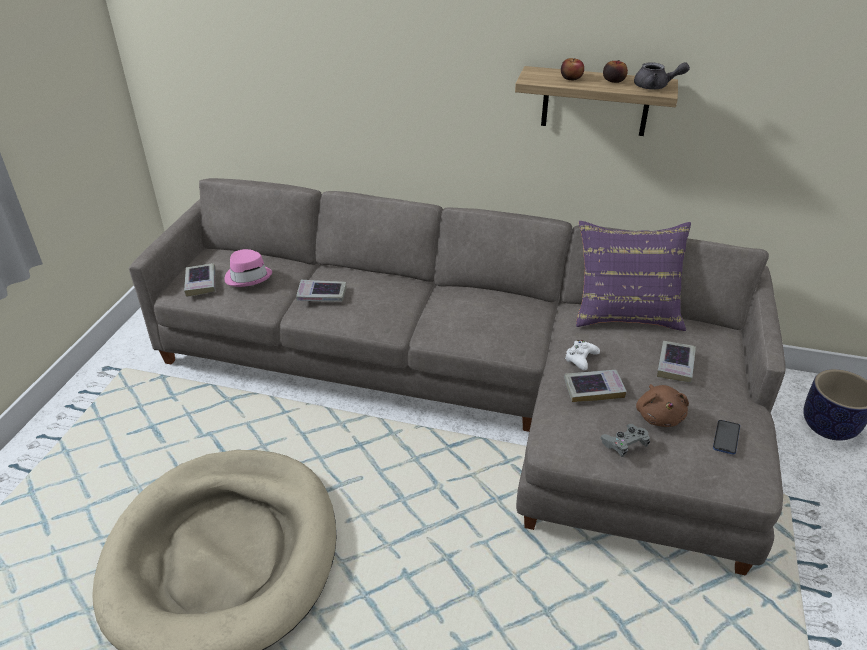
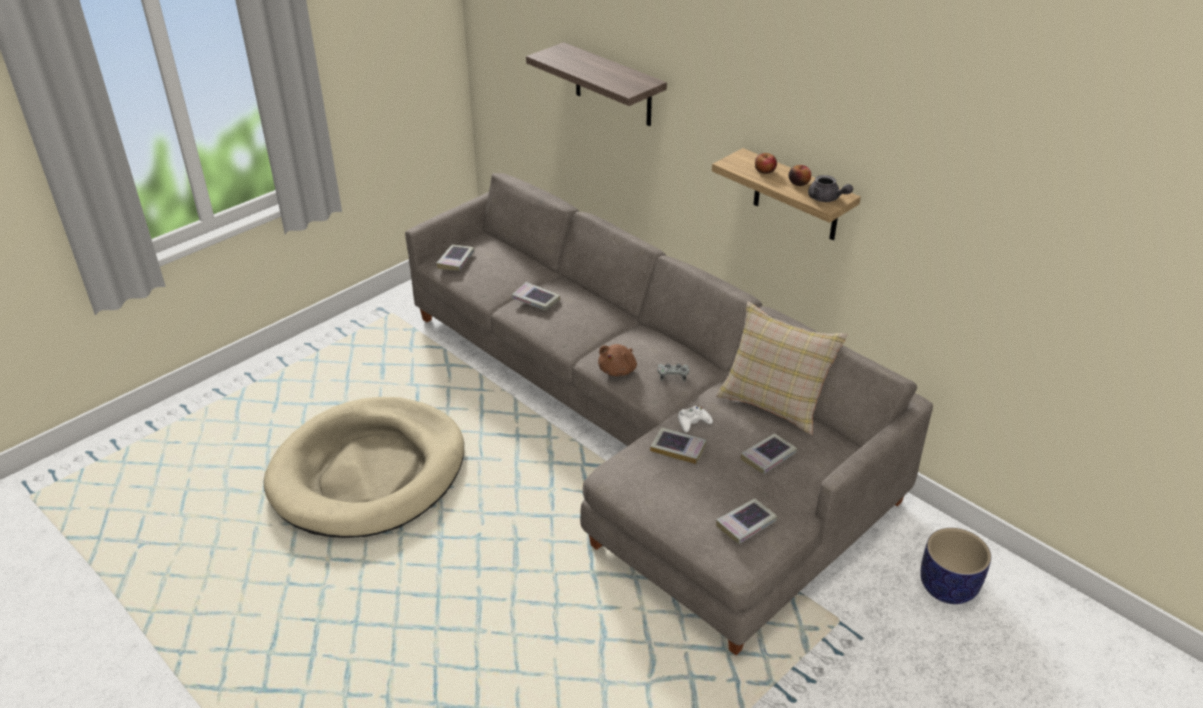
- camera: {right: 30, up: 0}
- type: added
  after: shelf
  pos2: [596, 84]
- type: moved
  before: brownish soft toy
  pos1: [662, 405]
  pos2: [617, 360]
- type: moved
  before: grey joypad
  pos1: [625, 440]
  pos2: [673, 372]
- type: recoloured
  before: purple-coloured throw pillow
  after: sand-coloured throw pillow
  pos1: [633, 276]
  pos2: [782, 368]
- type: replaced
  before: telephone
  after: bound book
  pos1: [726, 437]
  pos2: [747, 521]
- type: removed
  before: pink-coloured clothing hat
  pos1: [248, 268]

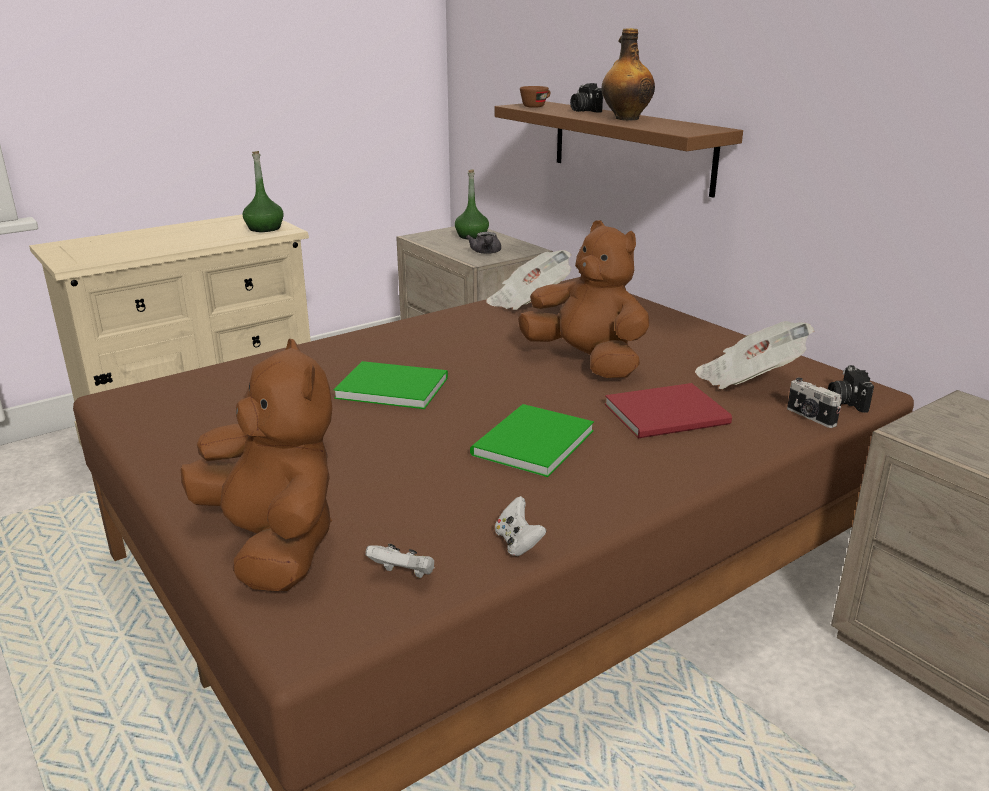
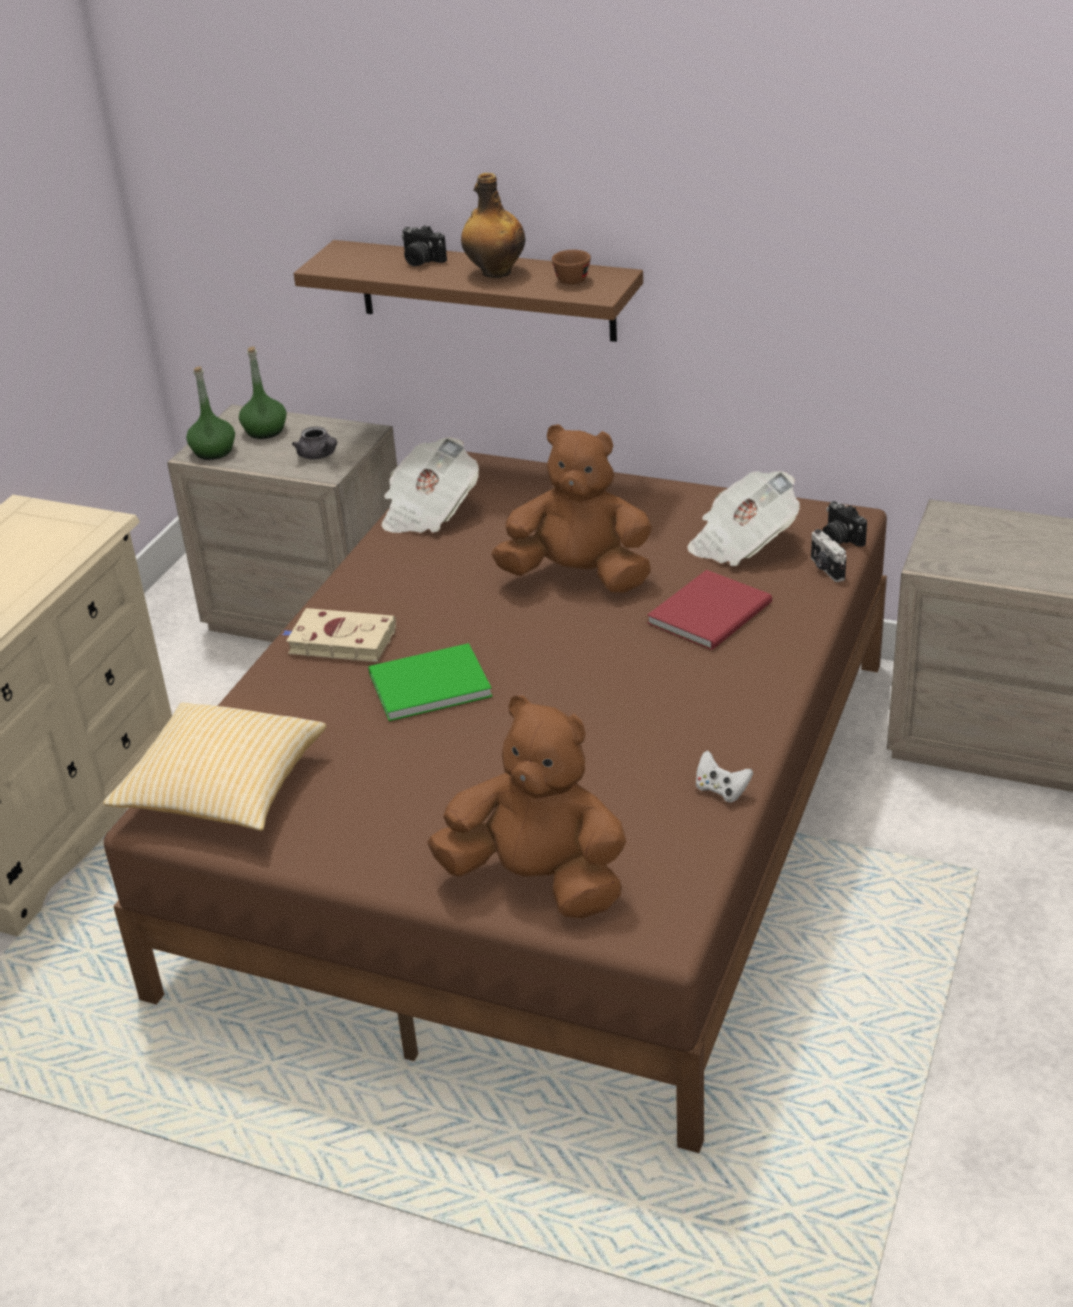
- camera: {right: -30, up: 10}
- type: added
  after: throw pillow
  pos2: [214, 766]
- type: moved
  before: green bottle
  pos1: [263, 191]
  pos2: [210, 413]
- type: added
  after: sand-coloured bound book
  pos2: [339, 635]
- type: moved
  before: brownish drinking cup
  pos1: [535, 97]
  pos2: [571, 267]
- type: turned
  before: photo camera
  pos1: [814, 403]
  pos2: [828, 555]
  turn: 45
- type: removed
  before: whitish joypad
  pos1: [400, 561]
- type: removed
  before: green bound book
  pos1: [532, 440]

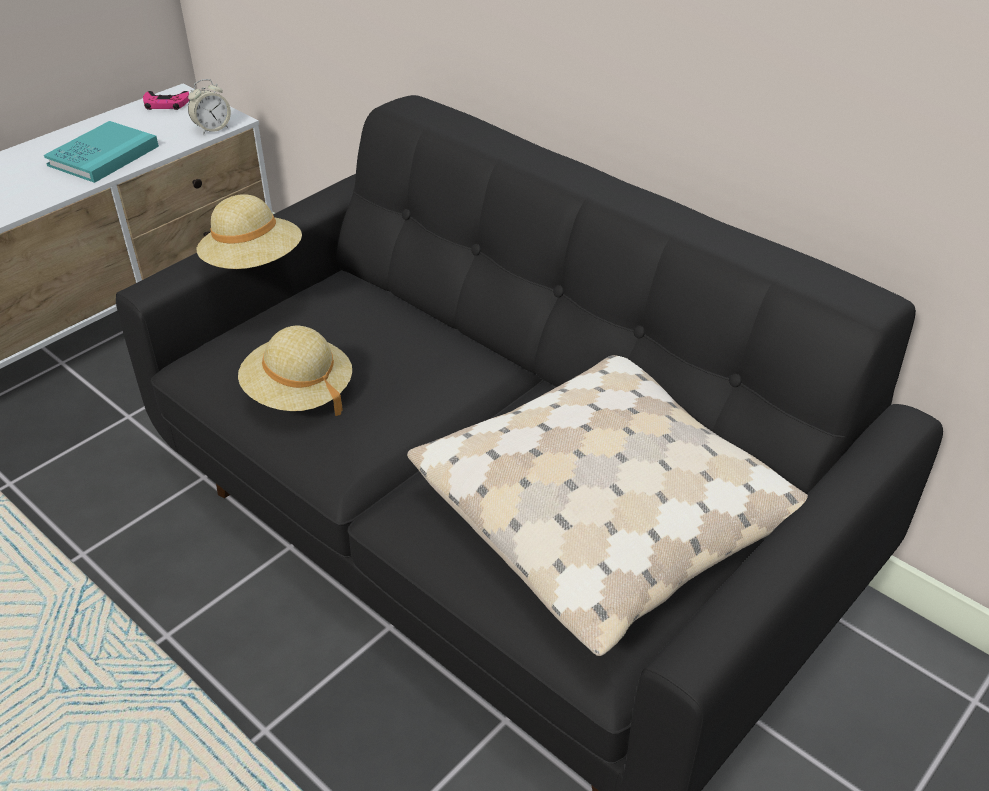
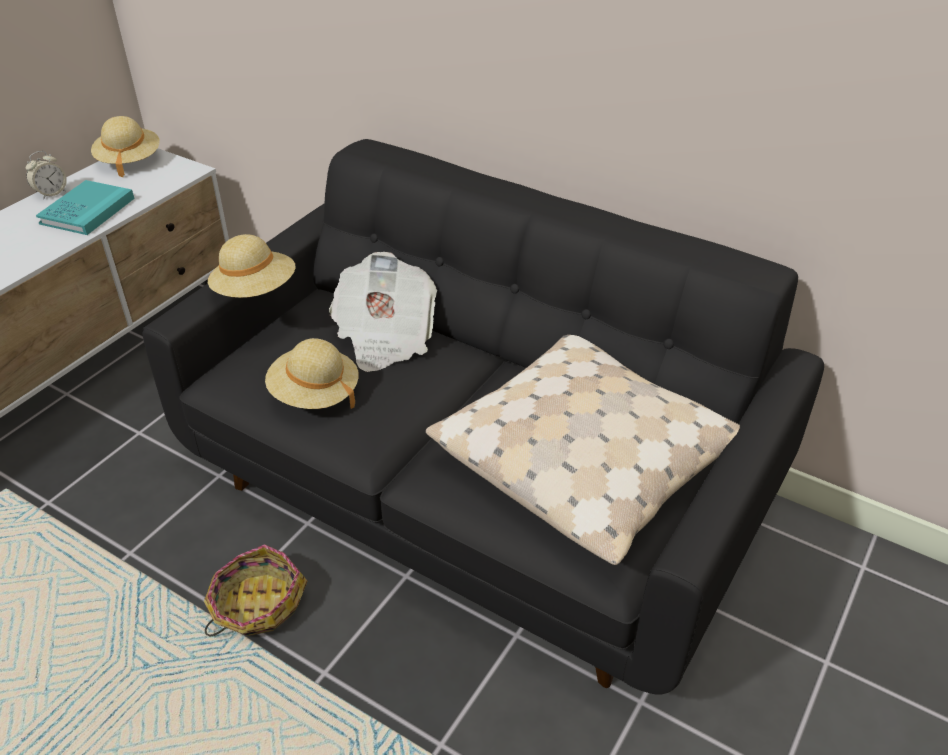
- camera: {right: -10, up: 0}
- type: moved
  before: alarm clock
  pos1: [209, 107]
  pos2: [46, 175]
- type: replaced
  before: pink-coloured joypad
  after: sand-coloured clothing hat
  pos1: [166, 100]
  pos2: [125, 146]
- type: added
  after: household basket
  pos2: [256, 590]
- type: added
  after: printed paper
  pos2: [383, 312]

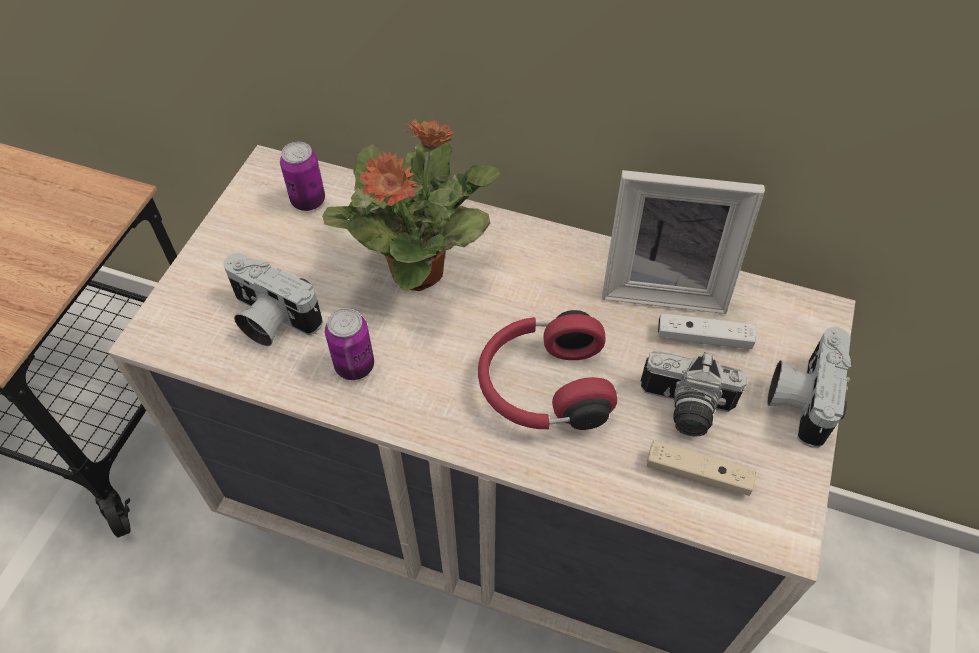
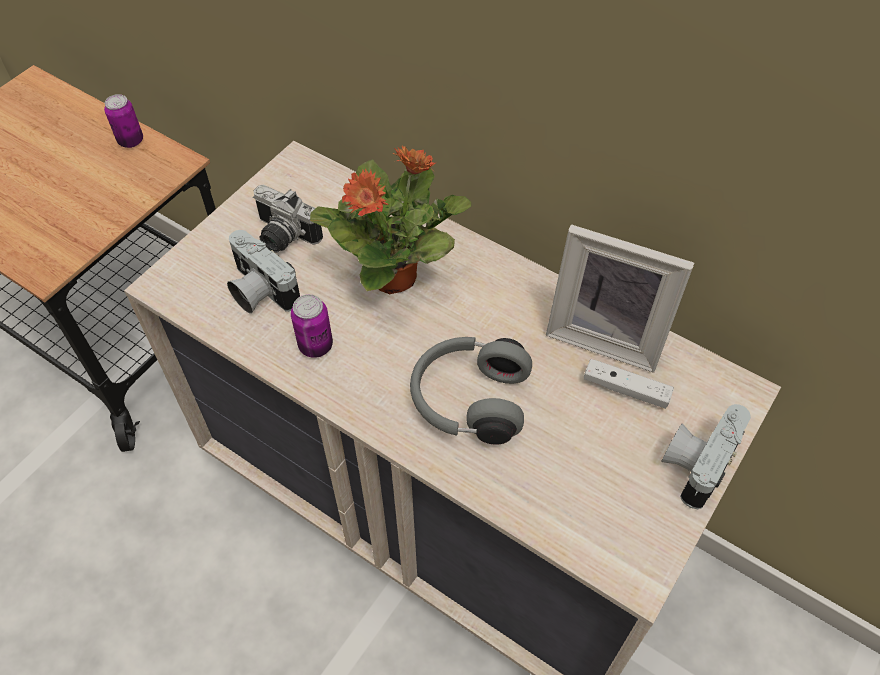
- camera: {right: 15, up: 0}
- type: moved
  before: sealed can
  pos1: [302, 176]
  pos2: [123, 121]
- type: moved
  before: photo camera
  pos1: [694, 393]
  pos2: [288, 219]
- type: recoloured
  before: red pair of headphones
  after: grey pair of headphones
  pos1: [547, 370]
  pos2: [471, 391]
- type: removed
  before: sand-coloured joypad
  pos1: [701, 468]

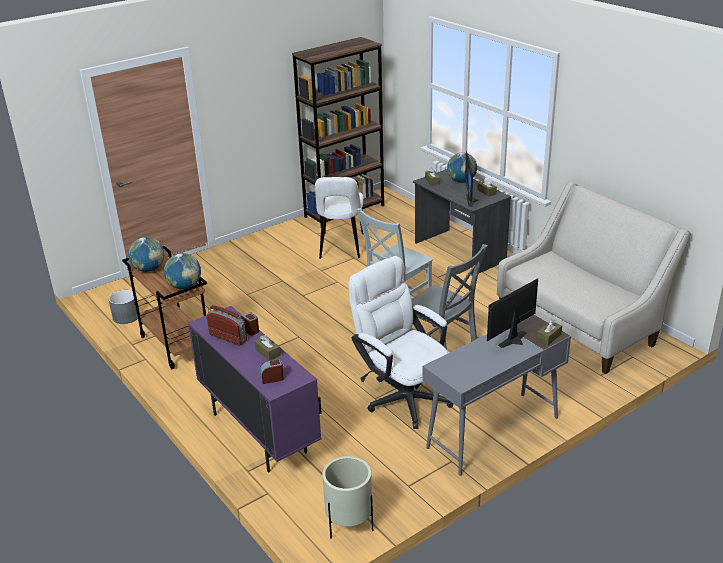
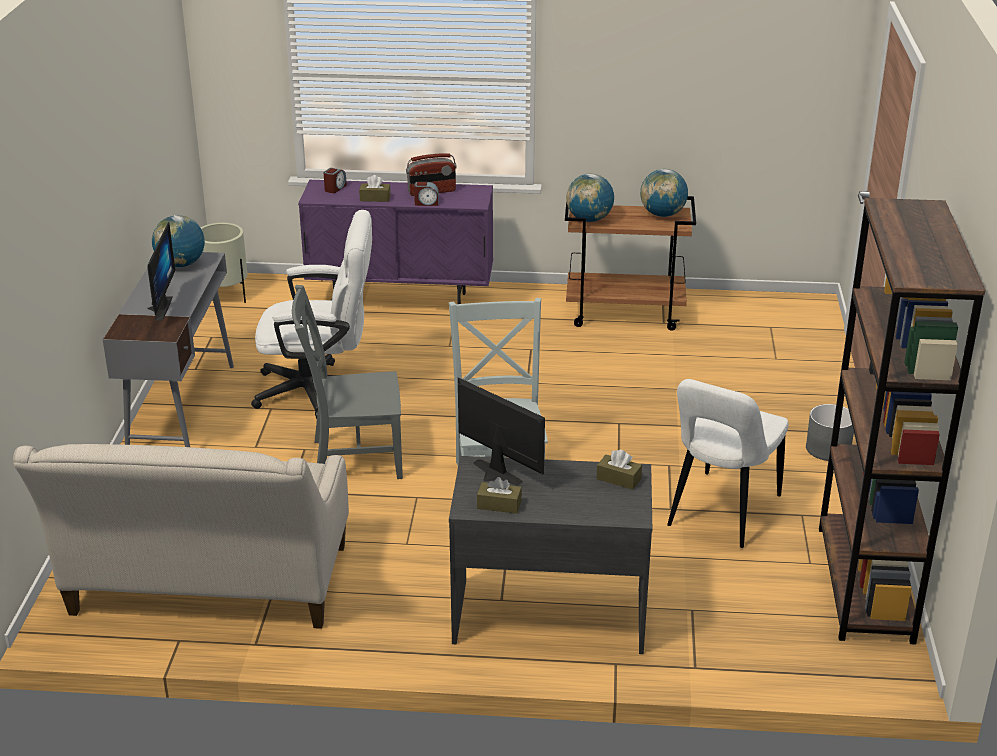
- camera: {right: 130, up: 0}
- type: moved
  before: world globe
  pos1: [462, 168]
  pos2: [178, 241]
- type: turned
  before: whitish plain chair
  pos1: [339, 218]
  pos2: [728, 463]
  turn: -105
- type: moved
  before: grey plant pot
  pos1: [124, 307]
  pos2: [830, 432]
- type: removed
  before: brownish tissue holder
  pos1: [549, 332]

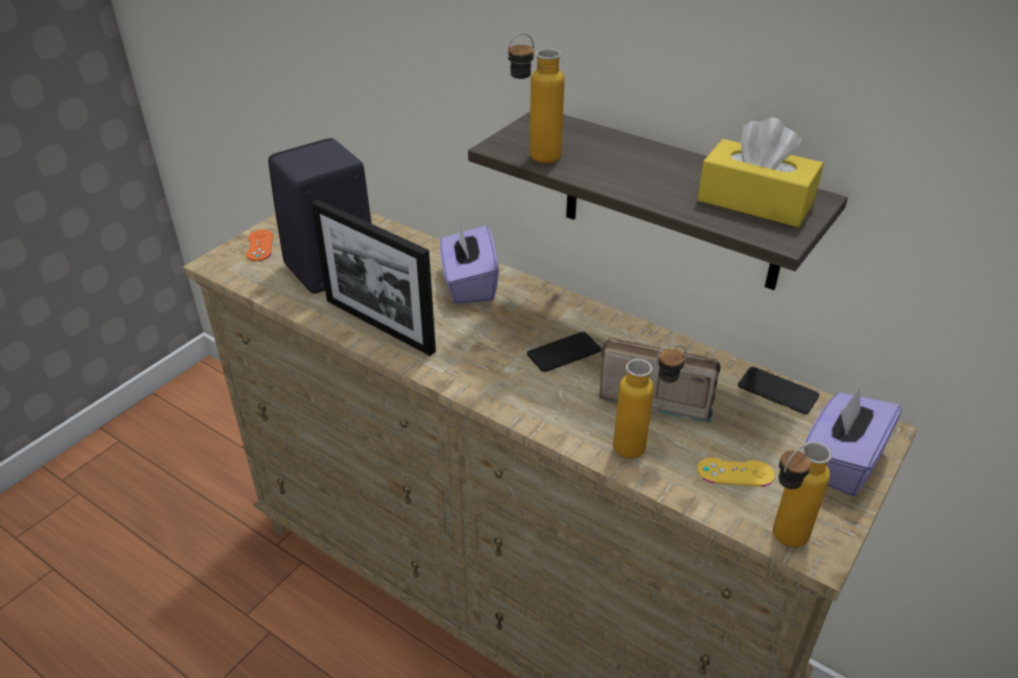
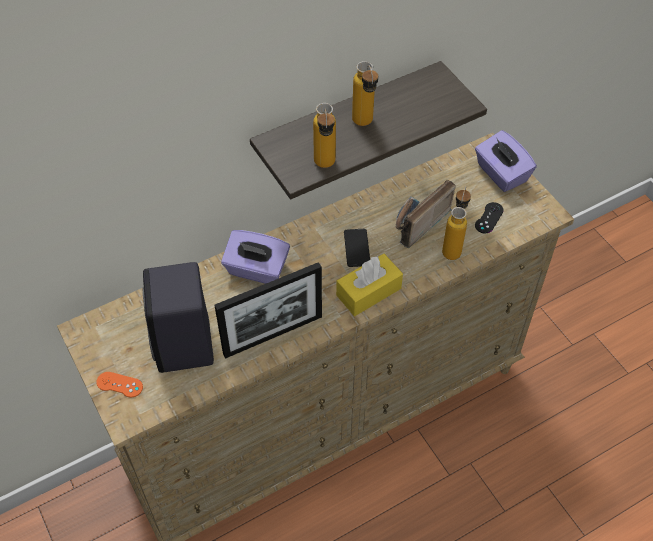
- camera: {right: -65, up: 15}
- type: moved
  before: yellow-coloured tissue holder
  pos1: [760, 172]
  pos2: [369, 285]
- type: moved
  before: bottle
  pos1: [802, 494]
  pos2: [365, 93]
- type: recoloured
  before: yellow-coloured joypad
  after: blackish joypad
  pos1: [736, 472]
  pos2: [489, 217]
- type: removed
  before: telephone
  pos1: [778, 390]

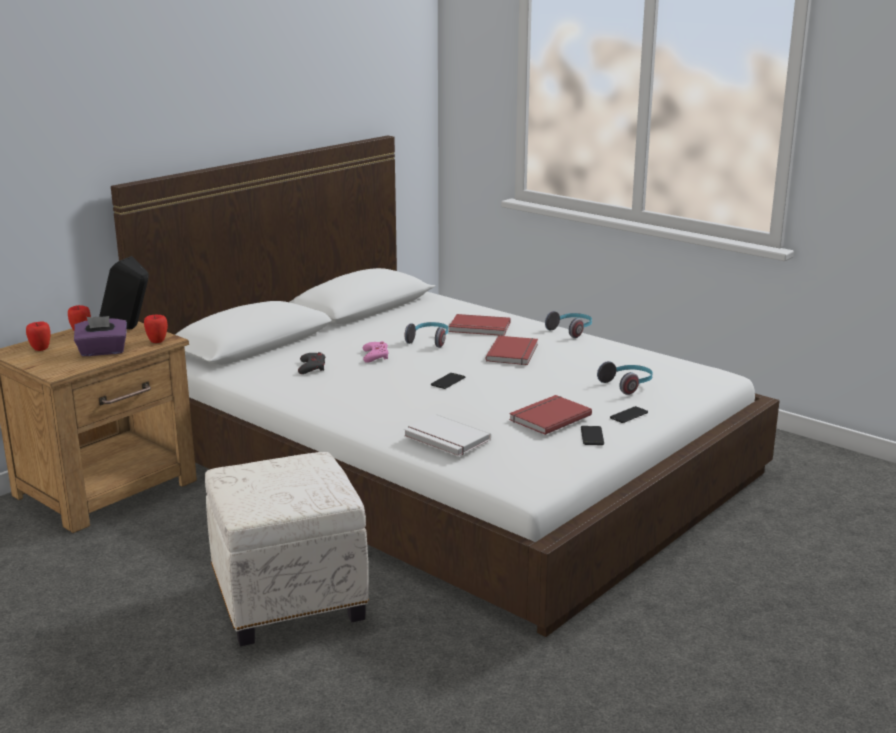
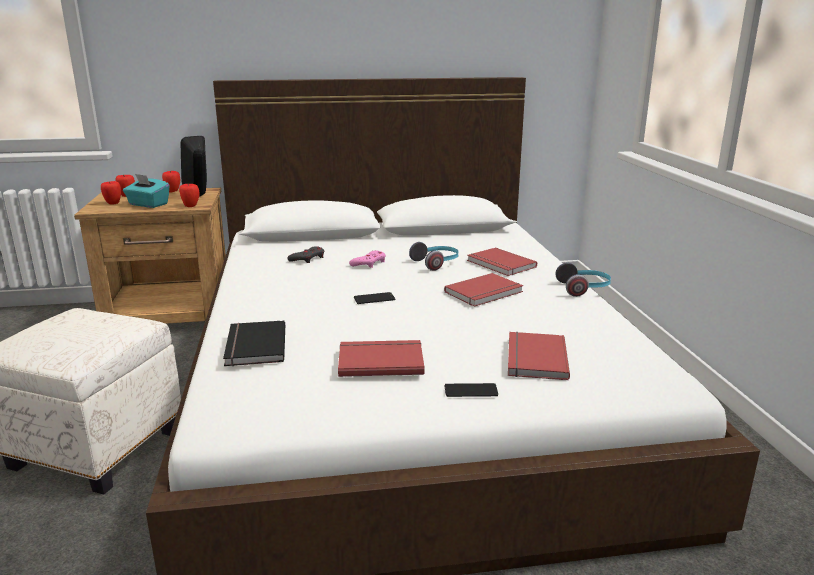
- camera: {right: 40, up: 0}
- type: added
  after: apple fruit
  pos2: [111, 193]
- type: recoloured
  before: purple-coloured tissue holder
  after: blue-green tissue holder
  pos1: [100, 336]
  pos2: [146, 191]
- type: recoloured
  before: whitish bound book
  after: blackish bound book
  pos1: [447, 435]
  pos2: [254, 343]
- type: replaced
  before: pair of headphones
  after: red bound book
  pos1: [625, 378]
  pos2: [539, 356]
- type: removed
  before: telephone
  pos1: [592, 435]

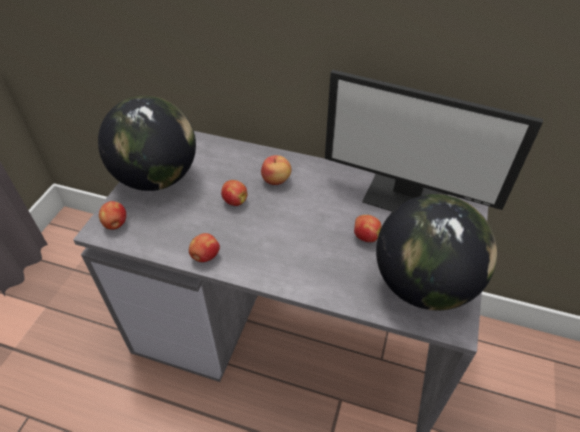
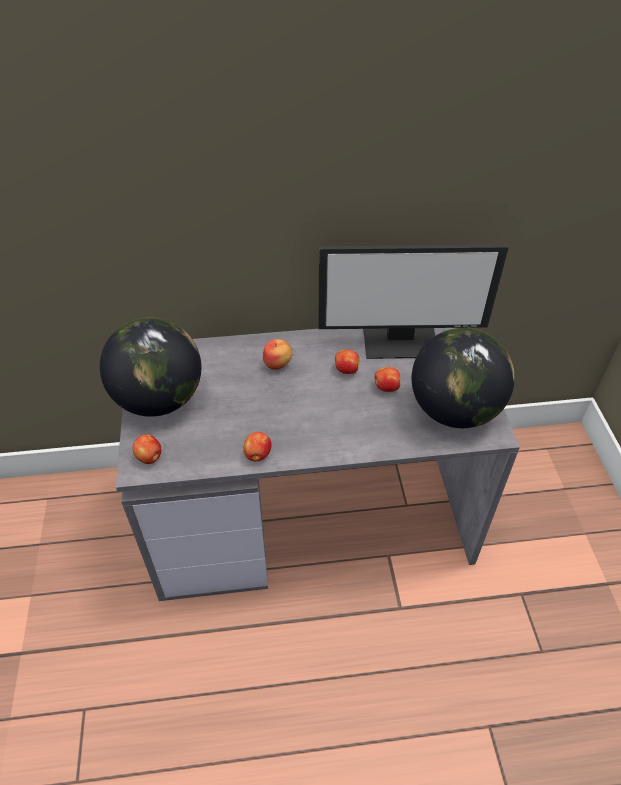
- camera: {right: -25, up: 0}
- type: moved
  before: apple fruit
  pos1: [234, 193]
  pos2: [347, 361]

